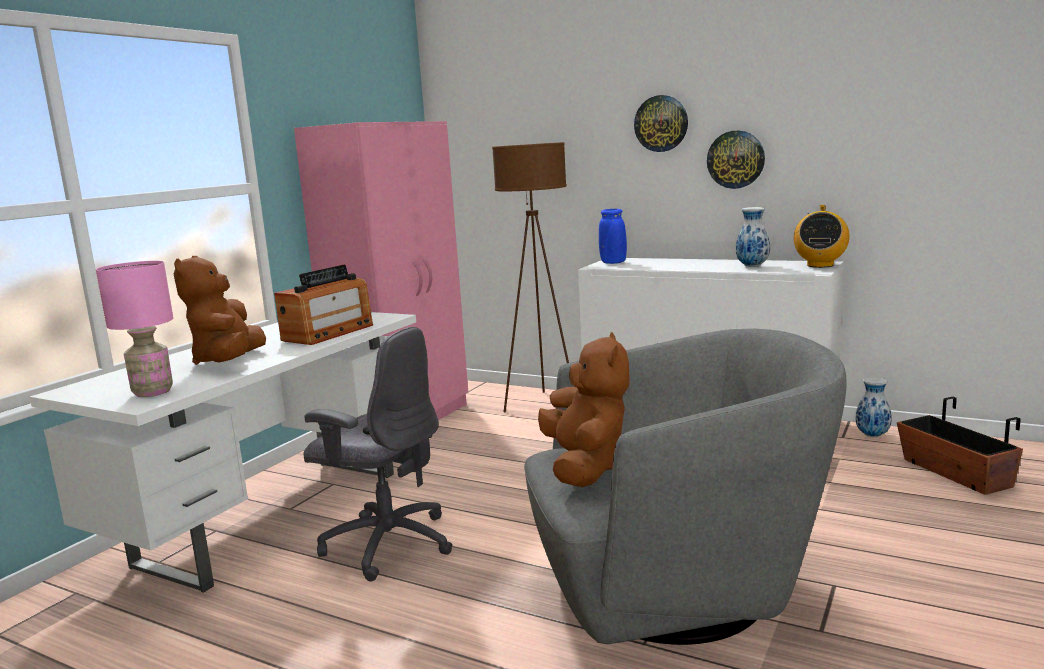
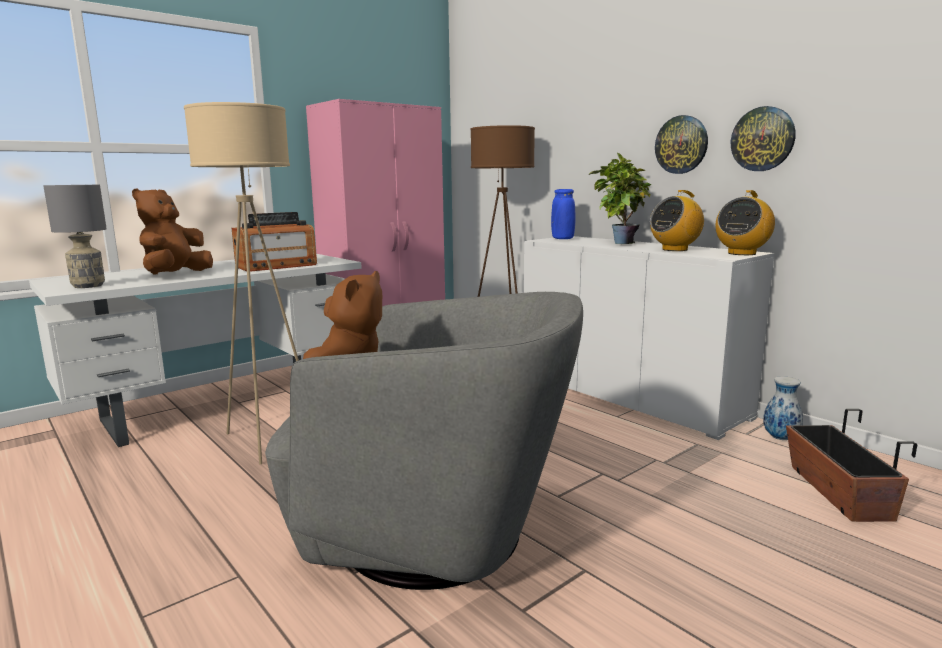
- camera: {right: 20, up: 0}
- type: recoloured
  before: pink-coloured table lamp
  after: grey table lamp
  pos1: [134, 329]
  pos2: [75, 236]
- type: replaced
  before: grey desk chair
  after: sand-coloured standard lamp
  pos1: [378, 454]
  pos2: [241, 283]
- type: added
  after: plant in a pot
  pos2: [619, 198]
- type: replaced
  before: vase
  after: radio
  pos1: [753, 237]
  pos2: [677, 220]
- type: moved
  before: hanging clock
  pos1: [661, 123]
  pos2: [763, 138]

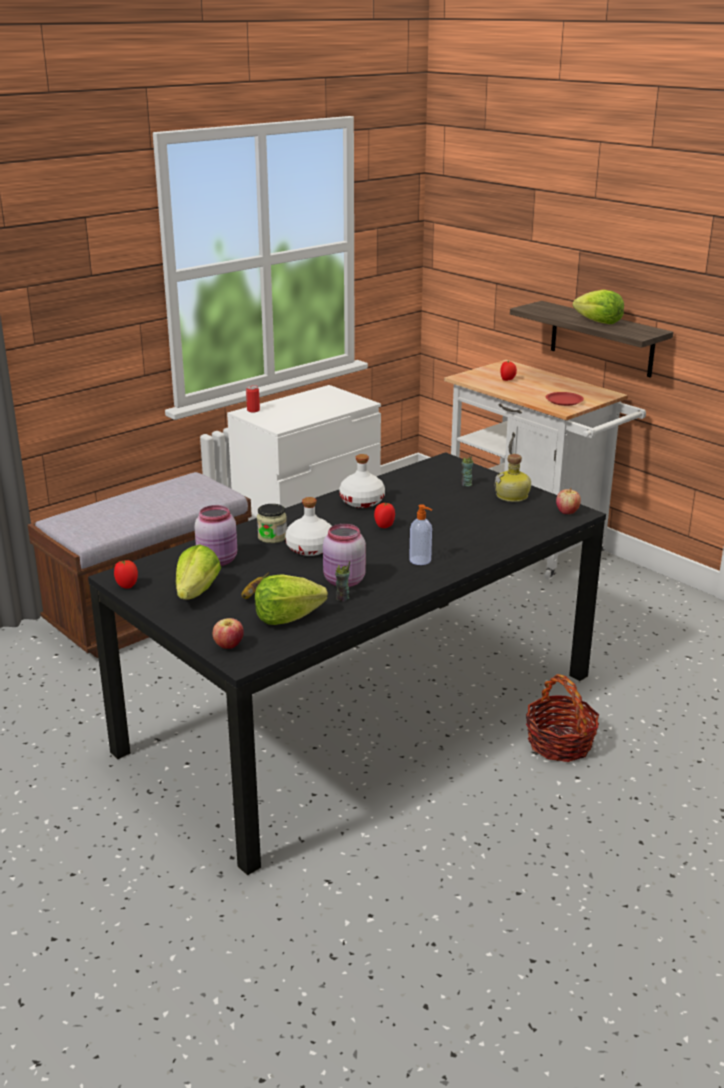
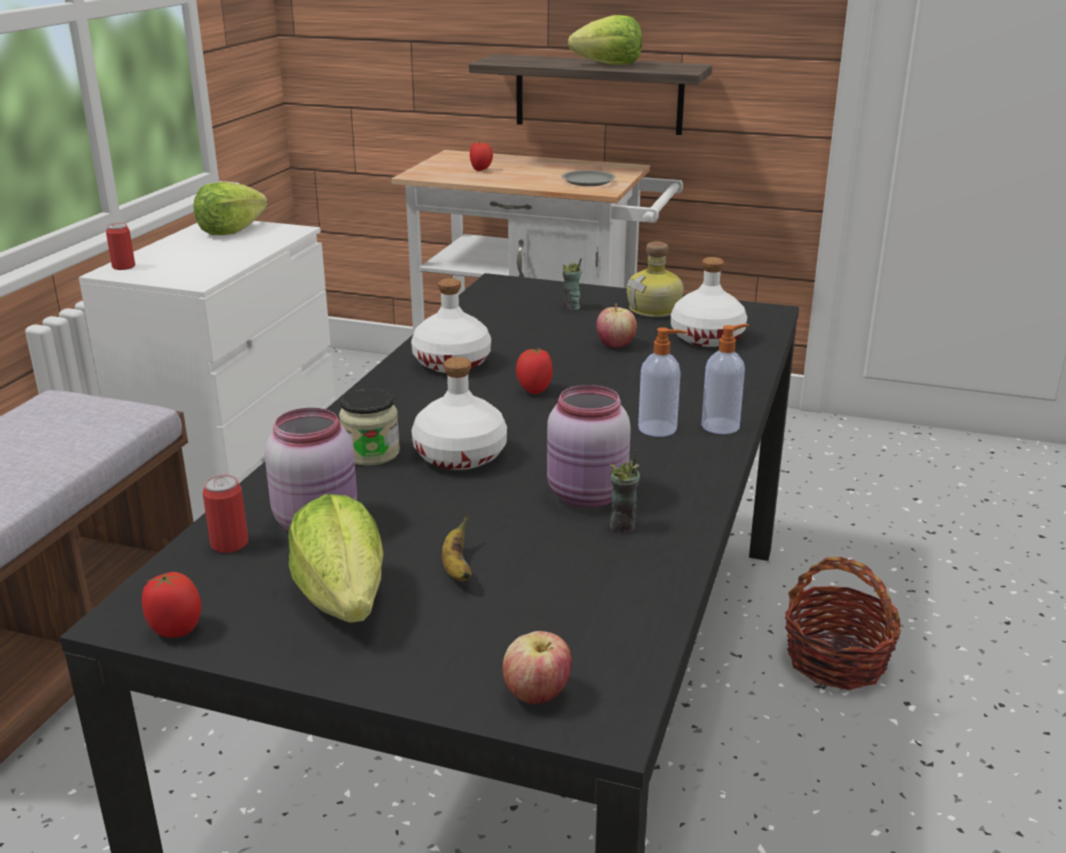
- camera: {right: -30, up: 0}
- type: moved
  before: head of lettuce
  pos1: [291, 599]
  pos2: [230, 208]
- type: added
  after: sealed can
  pos2: [225, 514]
- type: recoloured
  before: red plate
  after: grey plate
  pos1: [565, 399]
  pos2: [588, 178]
- type: moved
  before: apple fruit
  pos1: [568, 501]
  pos2: [616, 325]
- type: added
  after: whitish bottle
  pos2: [709, 302]
- type: added
  after: liquid soap bottle
  pos2: [725, 379]

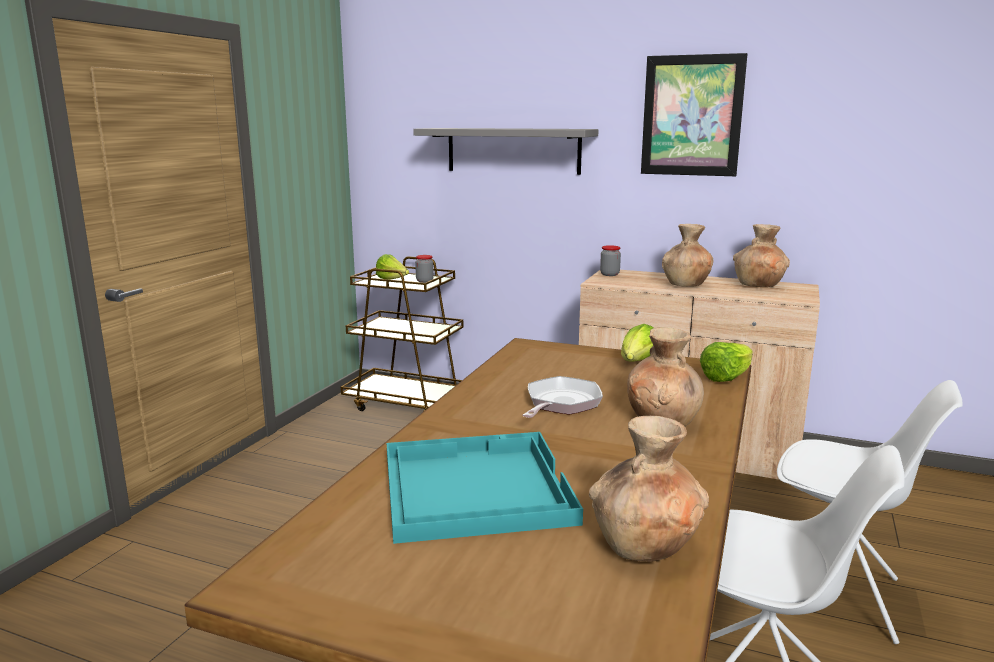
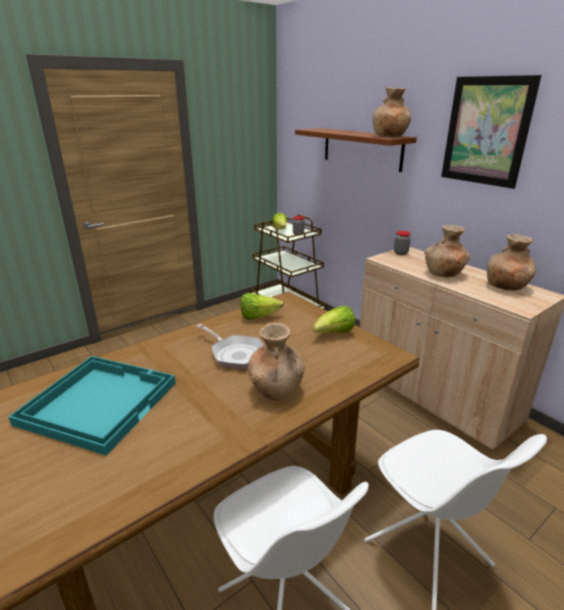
- camera: {right: 30, up: 10}
- type: turned
  before: pan
  pos1: [562, 397]
  pos2: [230, 347]
  turn: 75
- type: moved
  before: head of lettuce
  pos1: [726, 362]
  pos2: [262, 306]
- type: recoloured
  before: grey shelf
  after: brownish shelf
  pos1: [505, 151]
  pos2: [356, 150]
- type: moved
  before: brownish vase
  pos1: [649, 489]
  pos2: [392, 112]

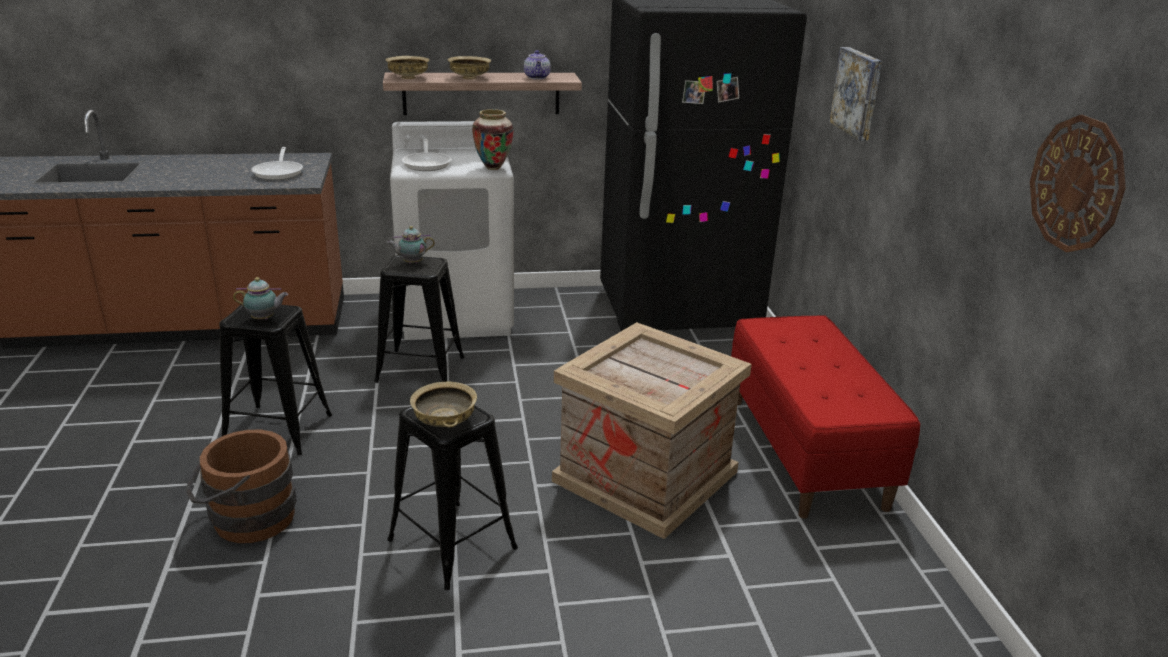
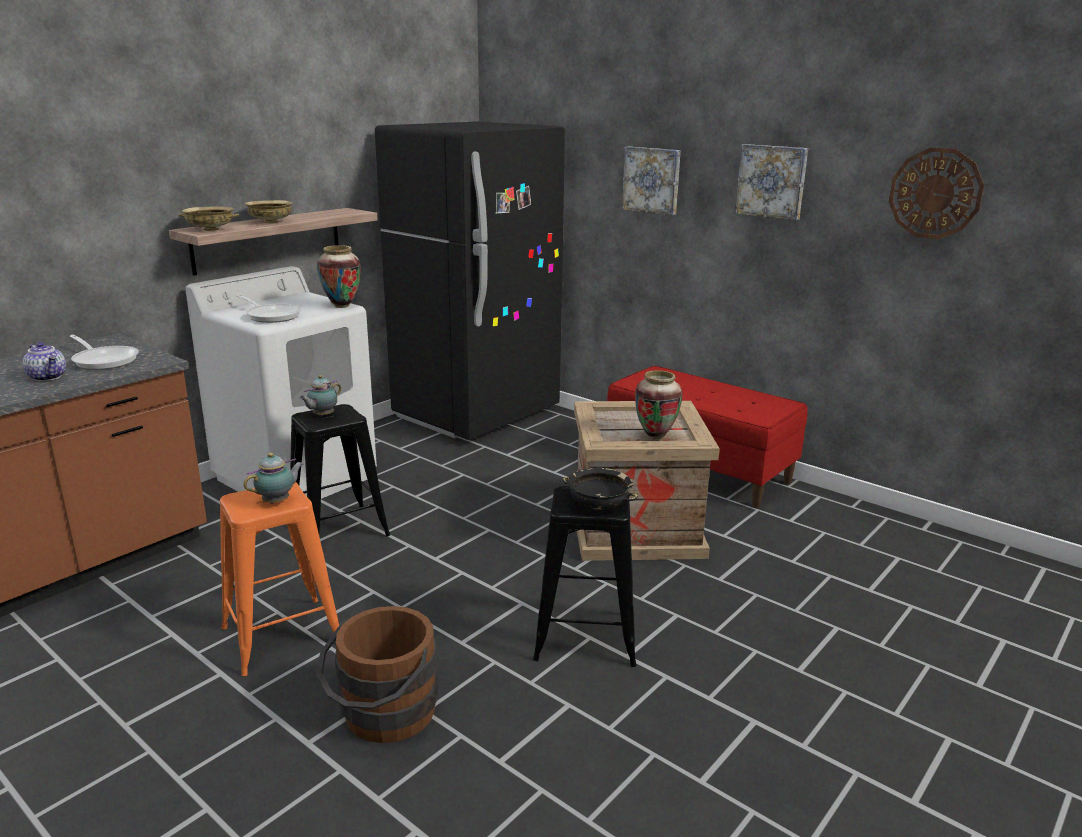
- camera: {right: -40, up: -5}
- type: moved
  before: tea pot
  pos1: [537, 65]
  pos2: [44, 361]
- type: recoloured
  before: blackish stool seat
  after: orange stool seat
  pos1: [275, 380]
  pos2: [279, 579]
- type: recoloured
  before: sand-coloured deep dish
  after: blackish deep dish
  pos1: [443, 404]
  pos2: [600, 489]
- type: added
  after: vase
  pos2: [659, 404]
- type: added
  after: wall picture
  pos2: [771, 182]

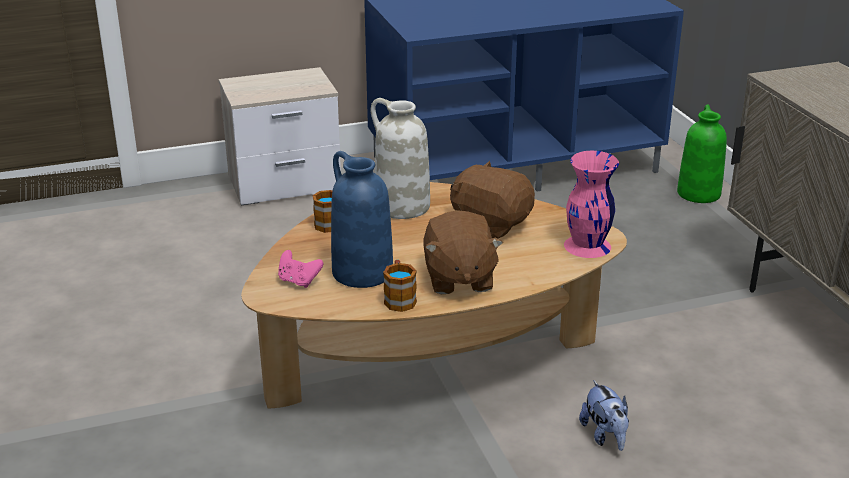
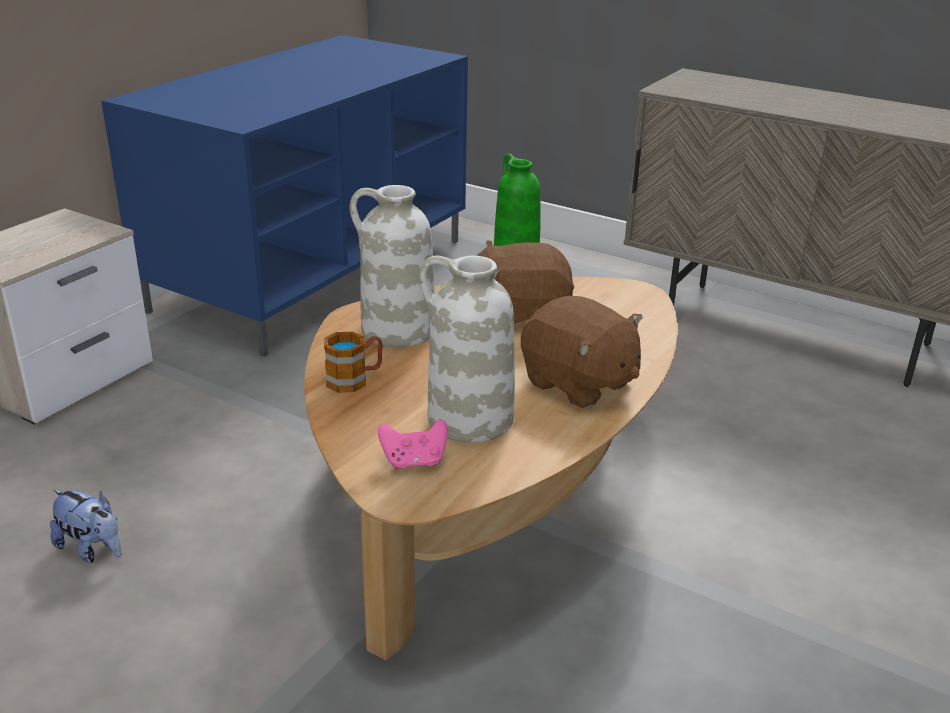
- camera: {right: -40, up: 0}
- type: moved
  before: soft toy
  pos1: [604, 415]
  pos2: [85, 526]
- type: recoloured
  before: blue vase
  after: whitish vase
  pos1: [362, 219]
  pos2: [467, 349]
- type: removed
  before: tea mug
  pos1: [400, 286]
- type: removed
  before: pink-coloured vase
  pos1: [591, 204]

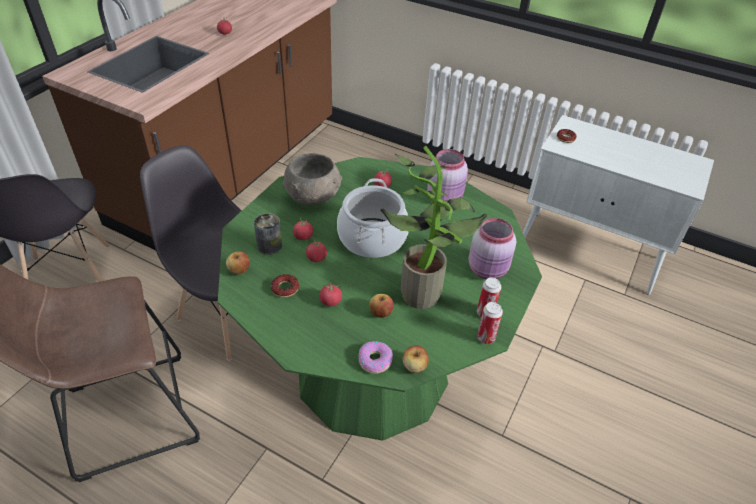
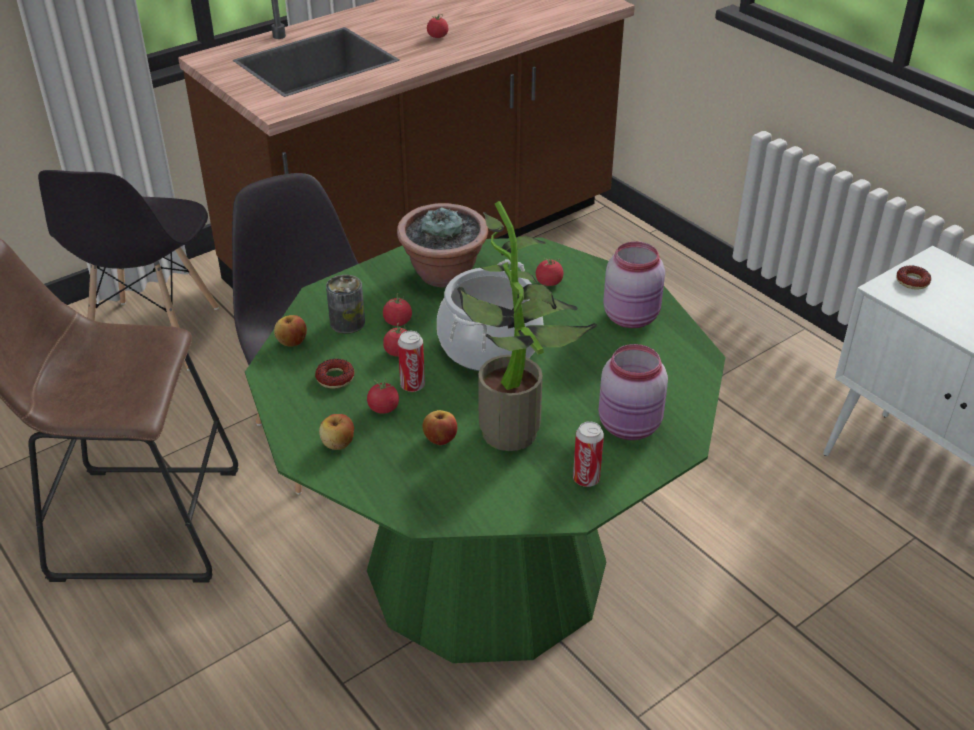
- camera: {right: 25, up: -5}
- type: moved
  before: apple fruit
  pos1: [416, 359]
  pos2: [336, 432]
- type: replaced
  before: grey deep dish
  after: plant in a pot
  pos1: [312, 179]
  pos2: [442, 245]
- type: moved
  before: sealed can
  pos1: [490, 323]
  pos2: [411, 361]
- type: removed
  before: doughnut
  pos1: [376, 357]

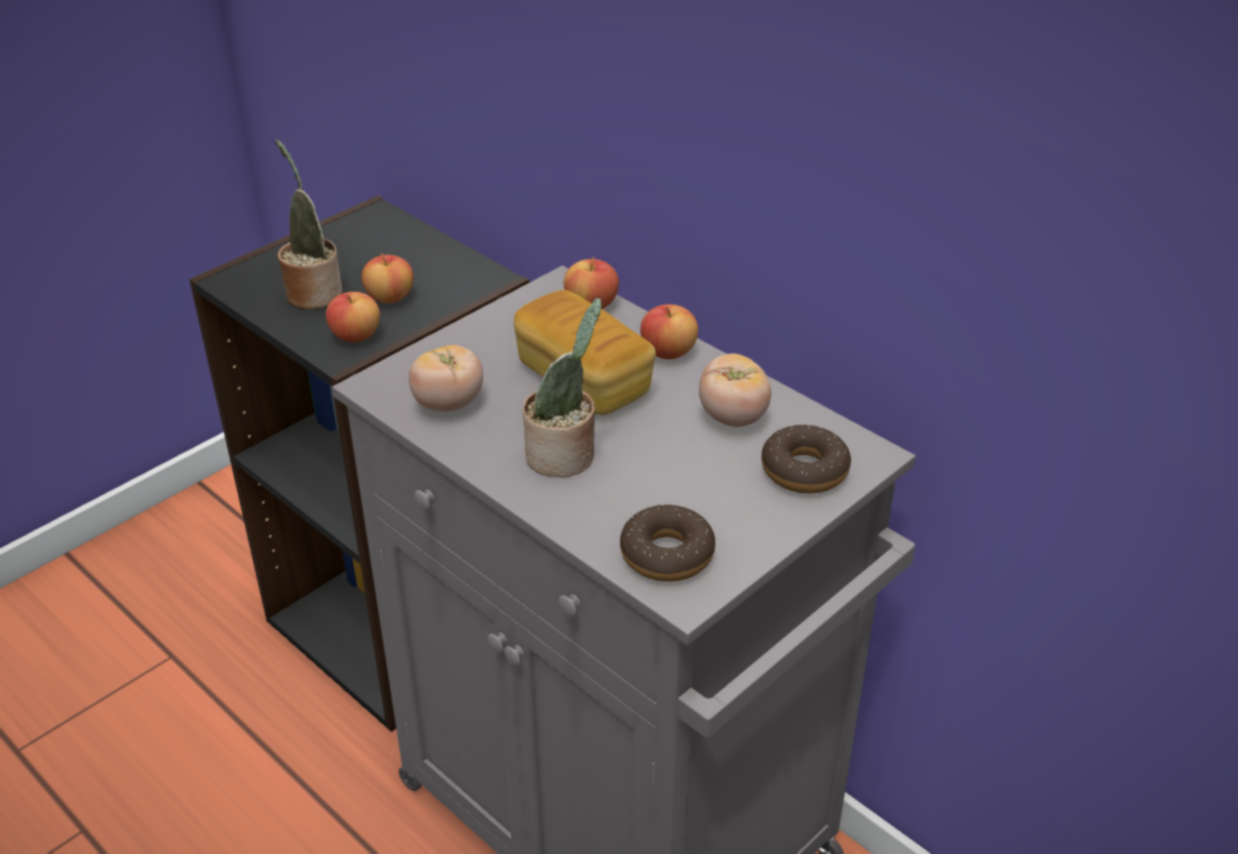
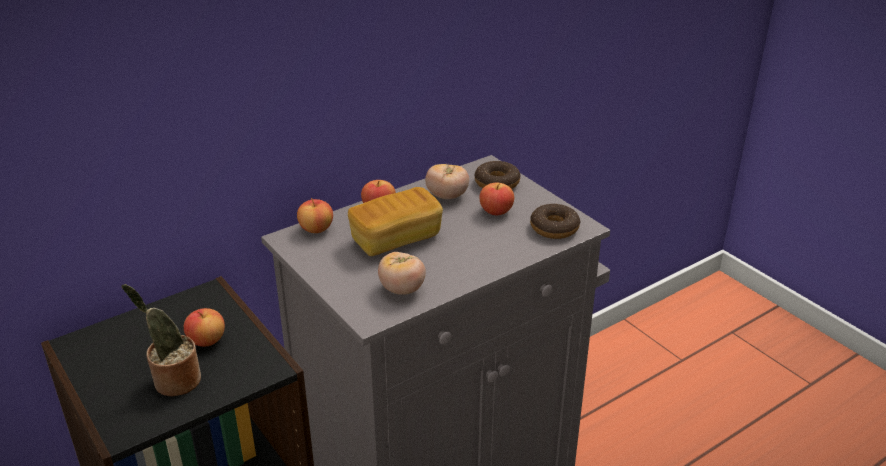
- camera: {right: -80, up: -5}
- type: moved
  before: apple fruit
  pos1: [353, 317]
  pos2: [496, 199]
- type: removed
  before: plant in a pot
  pos1: [562, 387]

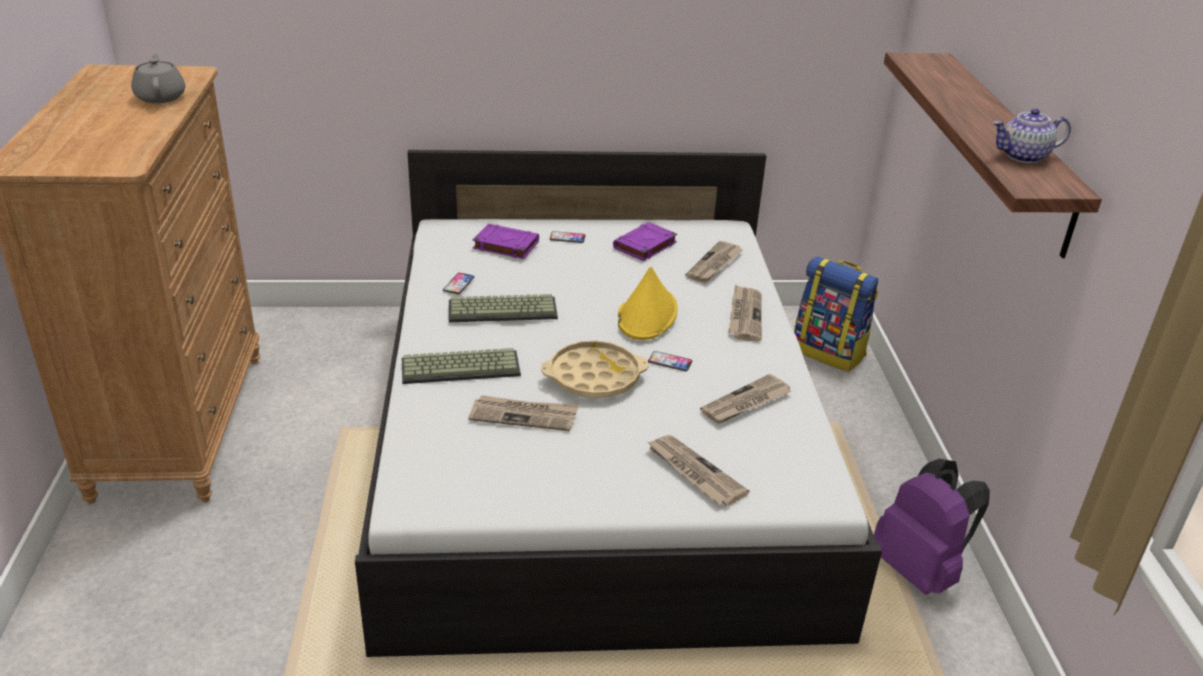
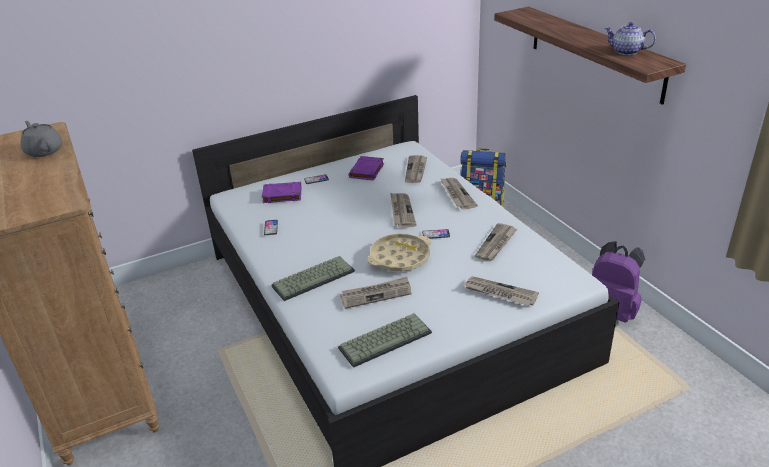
- camera: {right: -20, up: 0}
- type: moved
  before: PC keyboard
  pos1: [503, 308]
  pos2: [385, 340]
- type: replaced
  before: yellow-coloured clothing hat
  after: printed paper
  pos1: [648, 303]
  pos2: [403, 210]
- type: turned
  before: tea pot
  pos1: [1032, 135]
  pos2: [630, 38]
  turn: 60

